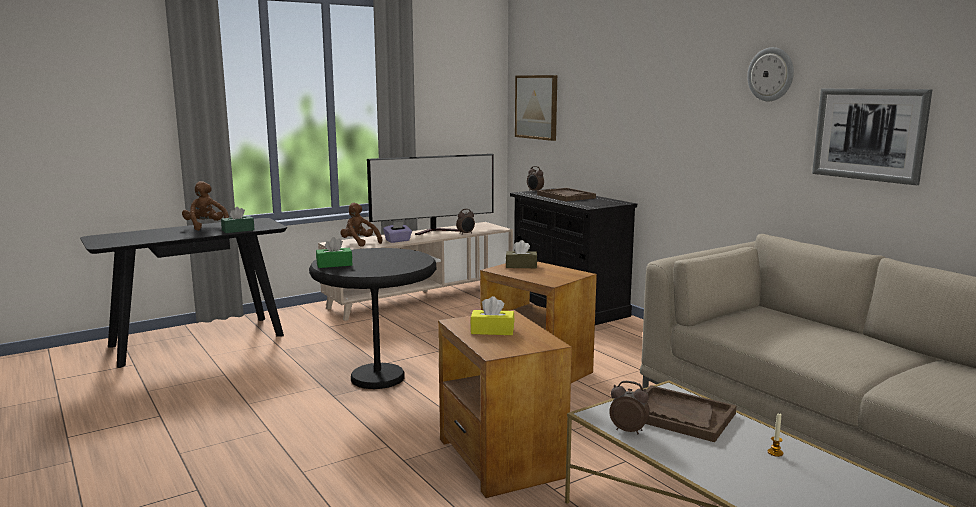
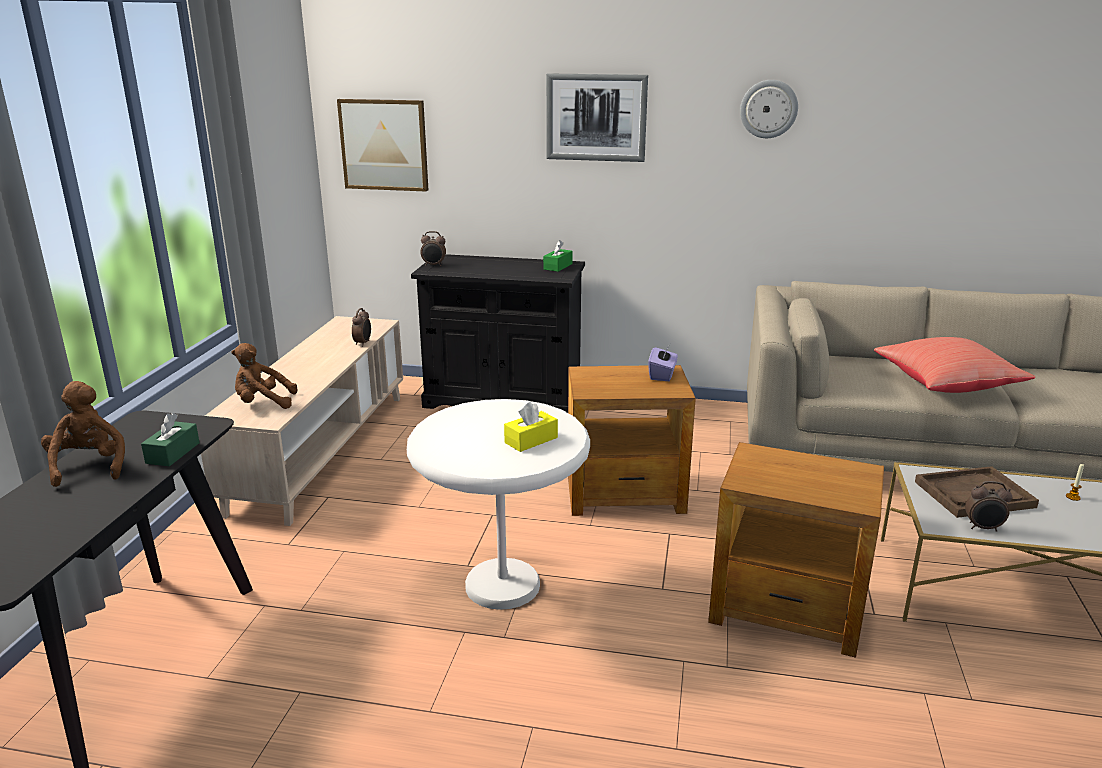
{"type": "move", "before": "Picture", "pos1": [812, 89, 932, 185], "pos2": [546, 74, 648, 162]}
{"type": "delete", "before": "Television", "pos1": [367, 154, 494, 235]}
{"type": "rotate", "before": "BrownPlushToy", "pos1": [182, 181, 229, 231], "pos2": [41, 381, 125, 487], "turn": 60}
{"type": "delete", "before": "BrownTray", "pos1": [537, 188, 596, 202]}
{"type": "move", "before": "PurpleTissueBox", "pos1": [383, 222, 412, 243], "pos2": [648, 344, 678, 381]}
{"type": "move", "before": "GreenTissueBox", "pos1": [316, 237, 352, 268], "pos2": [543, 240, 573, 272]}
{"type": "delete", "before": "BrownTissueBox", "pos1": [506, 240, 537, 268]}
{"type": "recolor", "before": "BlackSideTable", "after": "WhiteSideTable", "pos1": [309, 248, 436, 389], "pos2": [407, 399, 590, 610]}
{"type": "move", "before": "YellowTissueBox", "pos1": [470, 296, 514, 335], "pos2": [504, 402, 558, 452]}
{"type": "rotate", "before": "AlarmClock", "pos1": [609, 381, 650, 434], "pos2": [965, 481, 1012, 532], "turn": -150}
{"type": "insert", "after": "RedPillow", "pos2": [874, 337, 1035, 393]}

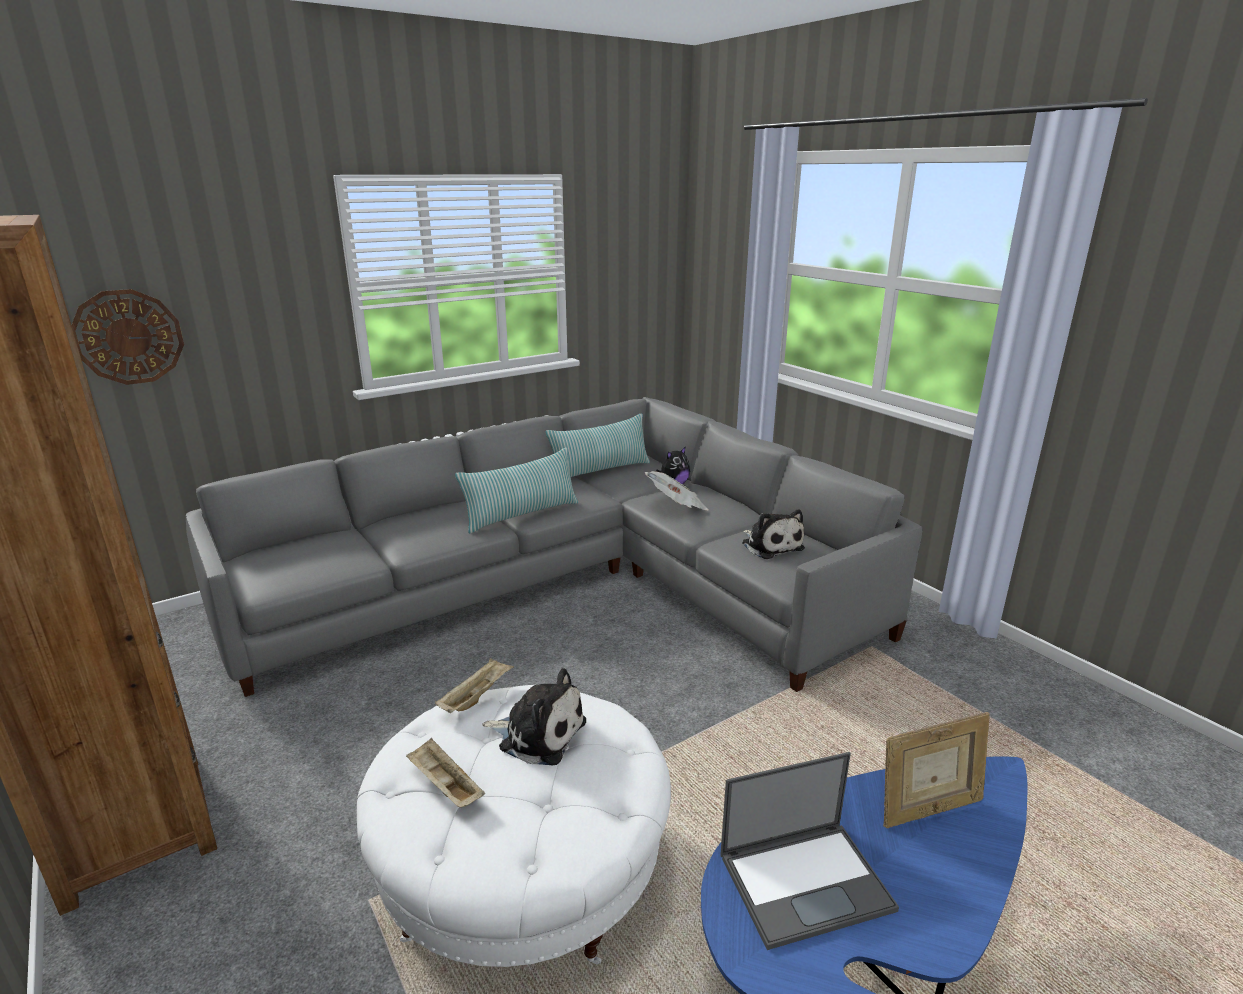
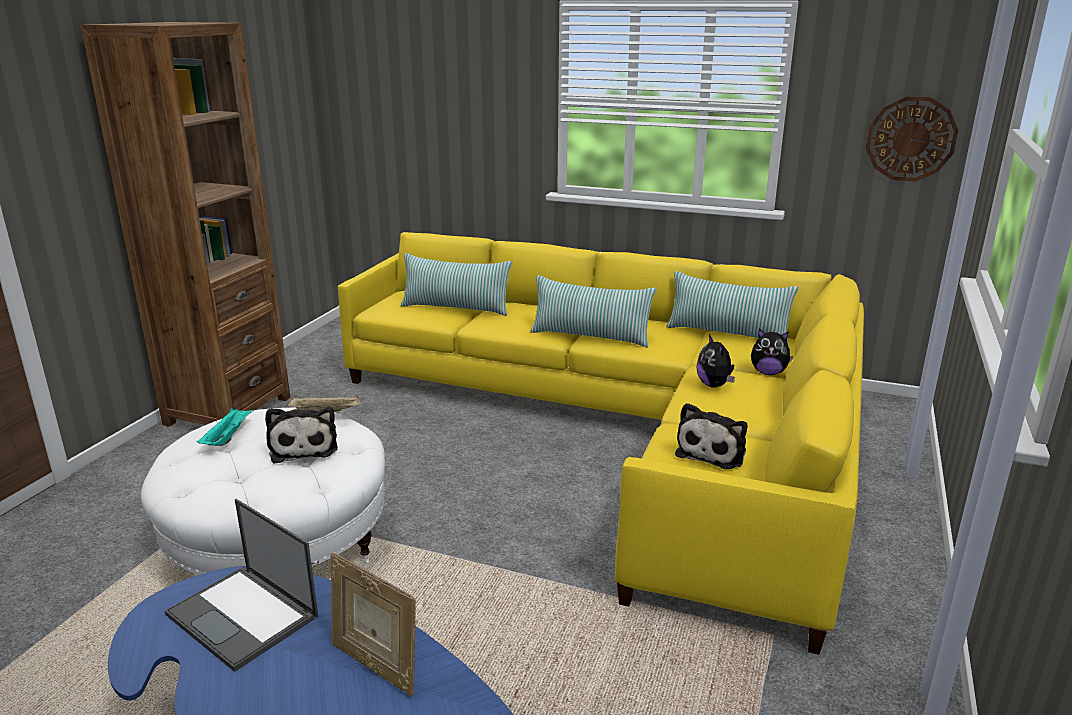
{"type": "move", "before": "WallClock", "pos1": [72, 289, 184, 385], "pos2": [866, 96, 958, 182]}
{"type": "recolor", "before": "GreySofa", "after": "YellowSofa", "pos1": [186, 397, 922, 697], "pos2": [338, 232, 864, 655]}
{"type": "replace", "before": "Newspaper", "after": "PlushToy", "pos1": [645, 471, 708, 510], "pos2": [696, 334, 735, 388]}
{"type": "recolor", "before": "BeigeTray", "after": "TurquoiseTray", "pos1": [406, 738, 485, 808], "pos2": [197, 408, 254, 446]}
{"type": "insert", "after": "Pillow", "pos2": [401, 253, 512, 316]}

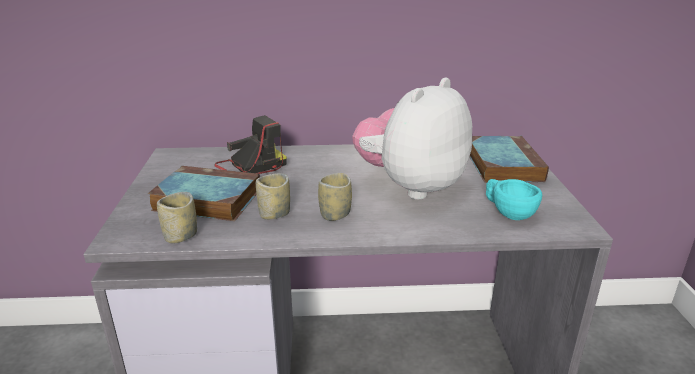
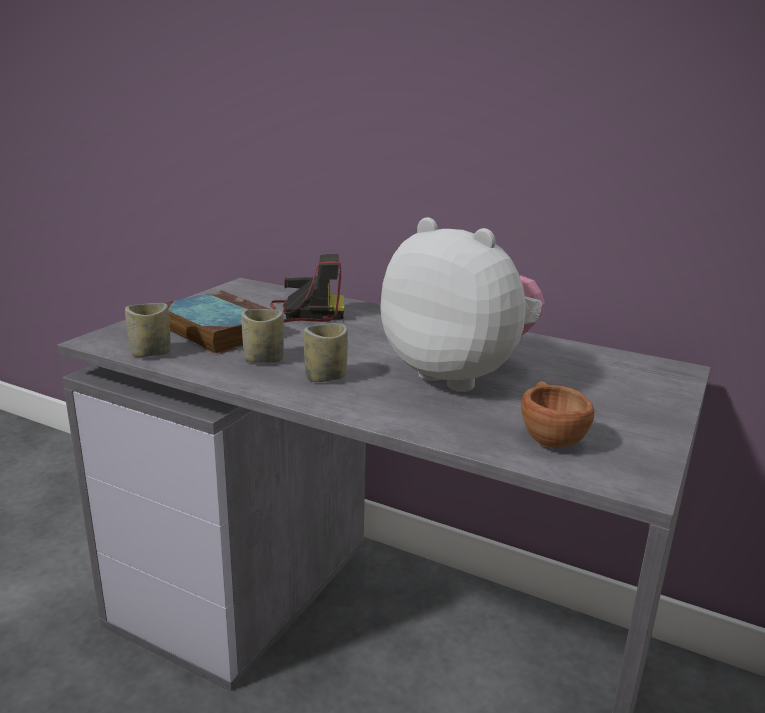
{"type": "rotate", "before": "PlushToy", "pos1": [352, 77, 472, 200], "pos2": [380, 217, 545, 392], "turn": 60}
{"type": "delete", "before": "Book", "pos1": [469, 136, 549, 183]}
{"type": "recolor", "before": "TurquoiseCup", "after": "BrownCup", "pos1": [486, 179, 542, 220], "pos2": [521, 381, 595, 448]}

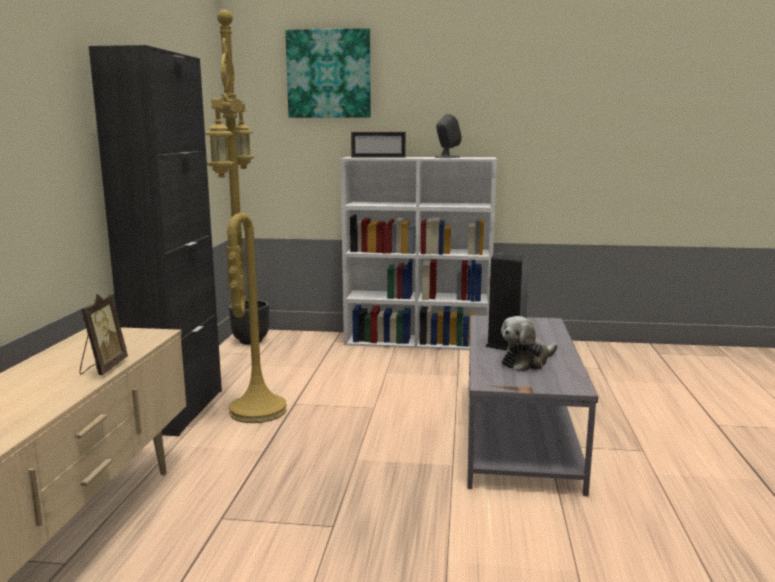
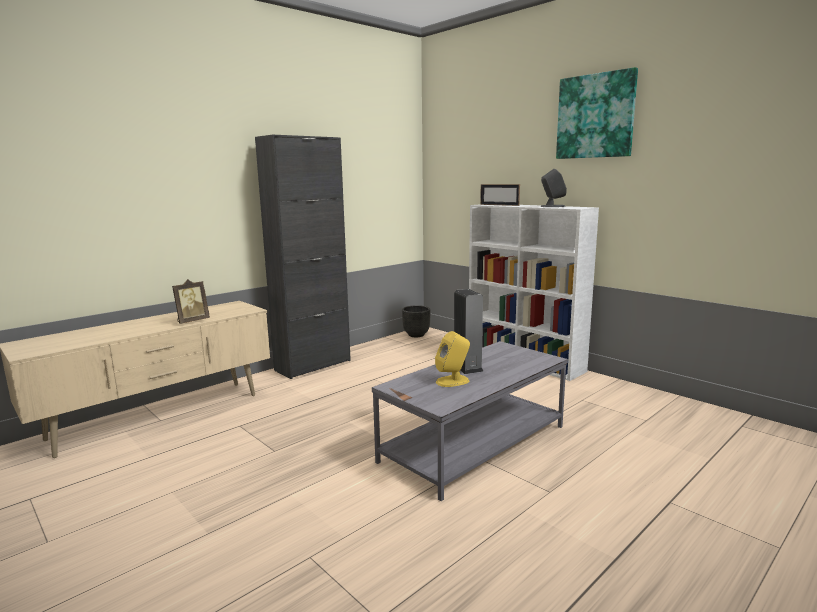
{"type": "delete", "before": "YellowFloorLamp", "pos1": [205, 9, 287, 423]}
{"type": "move", "before": "Picture", "pos1": [285, 28, 371, 118], "pos2": [556, 67, 638, 159]}
{"type": "replace", "before": "PlushToy", "after": "YellowSpeaker", "pos1": [501, 316, 557, 371], "pos2": [435, 331, 470, 387]}

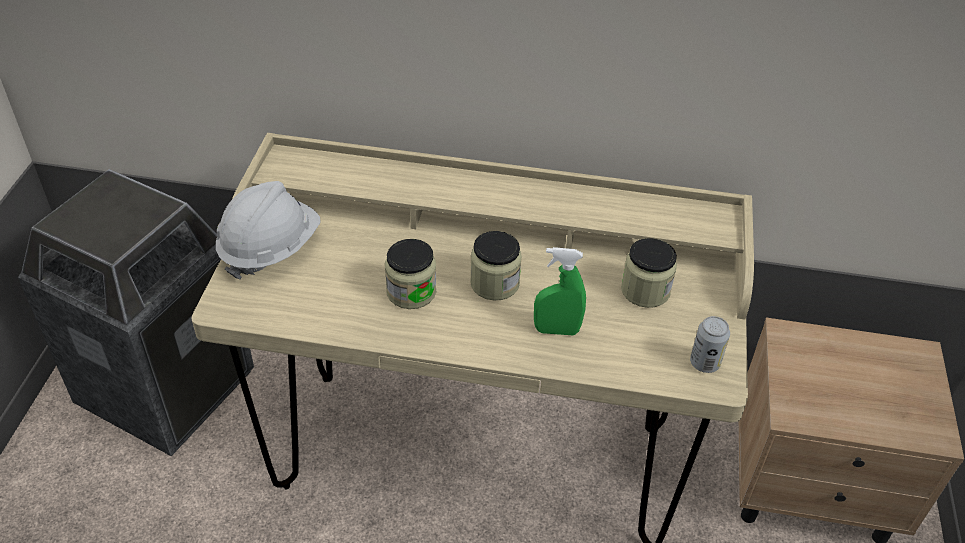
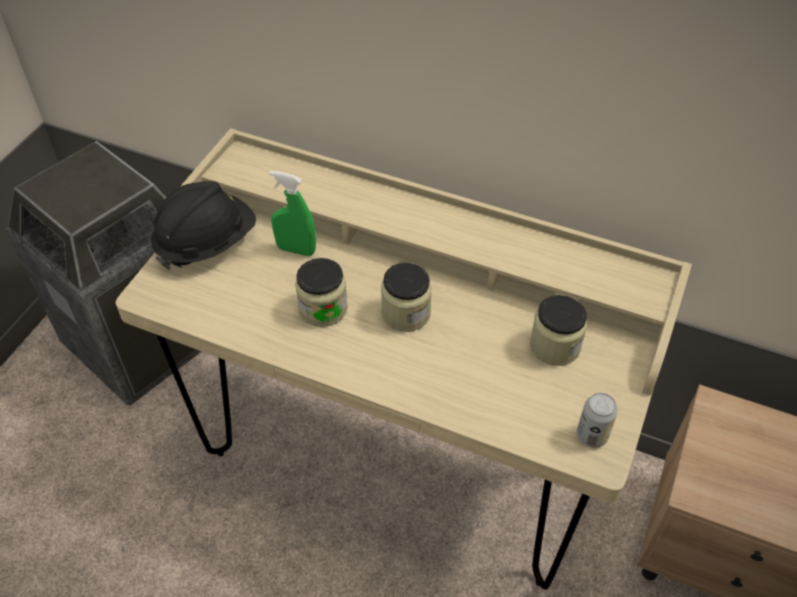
{"type": "recolor", "before": "WhiteHardHat", "after": "BlackHardHat", "pos1": [216, 181, 321, 280], "pos2": [151, 181, 256, 270]}
{"type": "move", "before": "GreenSprayBottle", "pos1": [534, 247, 586, 336], "pos2": [269, 171, 316, 256]}

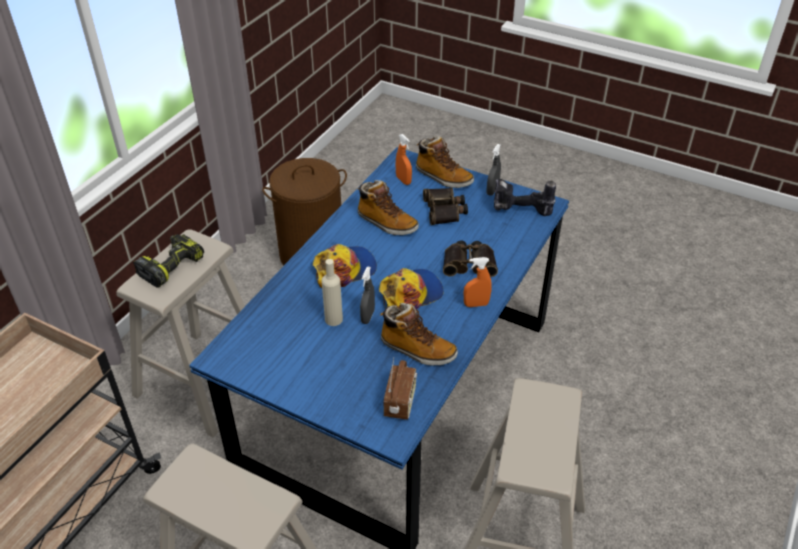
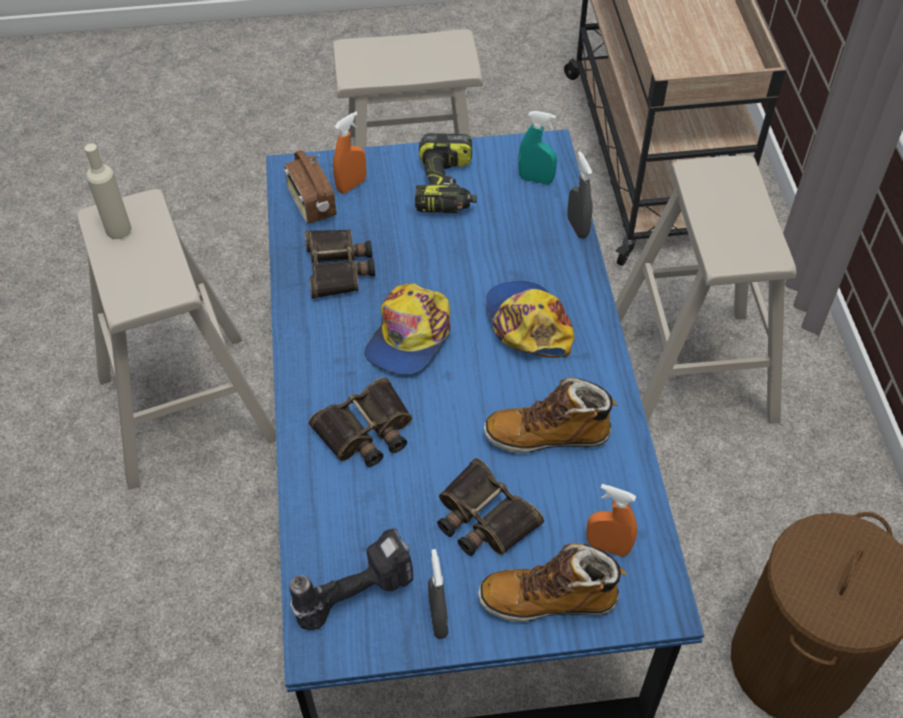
{"type": "move", "before": "PowerDrill", "pos1": [133, 234, 204, 288], "pos2": [415, 133, 477, 213]}
{"type": "rotate", "before": "Cap", "pos1": [313, 244, 377, 288], "pos2": [486, 281, 574, 358], "turn": 135}
{"type": "move", "before": "OrangeSprayBottle", "pos1": [464, 257, 492, 307], "pos2": [333, 111, 366, 194]}
{"type": "move", "before": "BeigeBottle", "pos1": [321, 259, 343, 326], "pos2": [85, 143, 131, 239]}
{"type": "move", "before": "GreySprayBottle", "pos1": [360, 266, 375, 324], "pos2": [567, 151, 593, 239]}
{"type": "replace", "before": "Boot", "after": "Binoculars", "pos1": [381, 303, 458, 366], "pos2": [304, 229, 375, 299]}
{"type": "insert", "after": "TurquoiseSprayBottle", "pos2": [518, 111, 557, 184]}

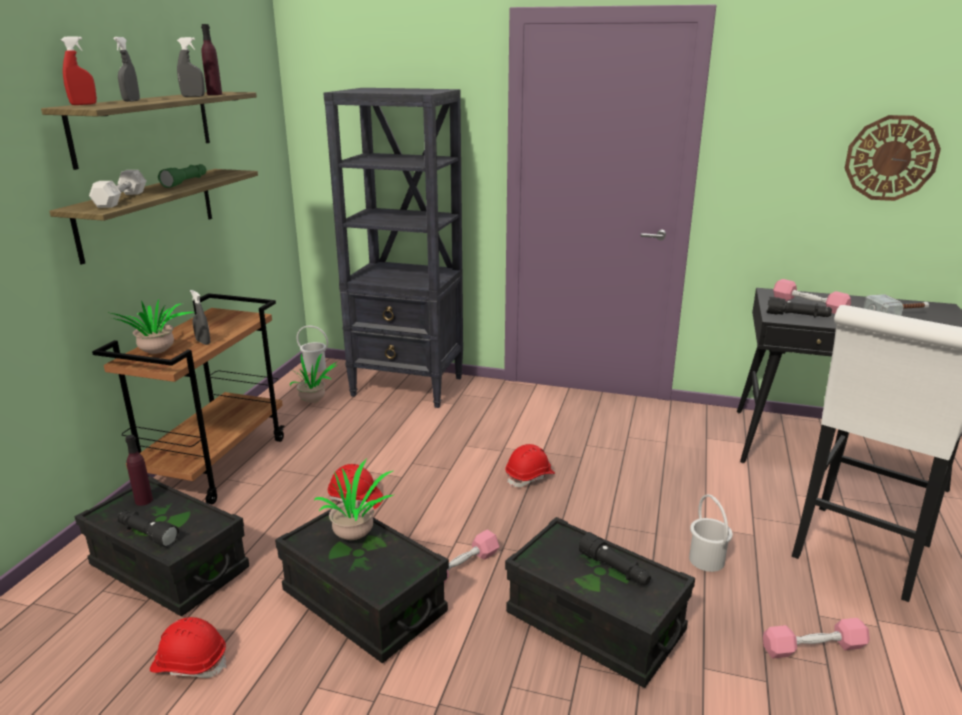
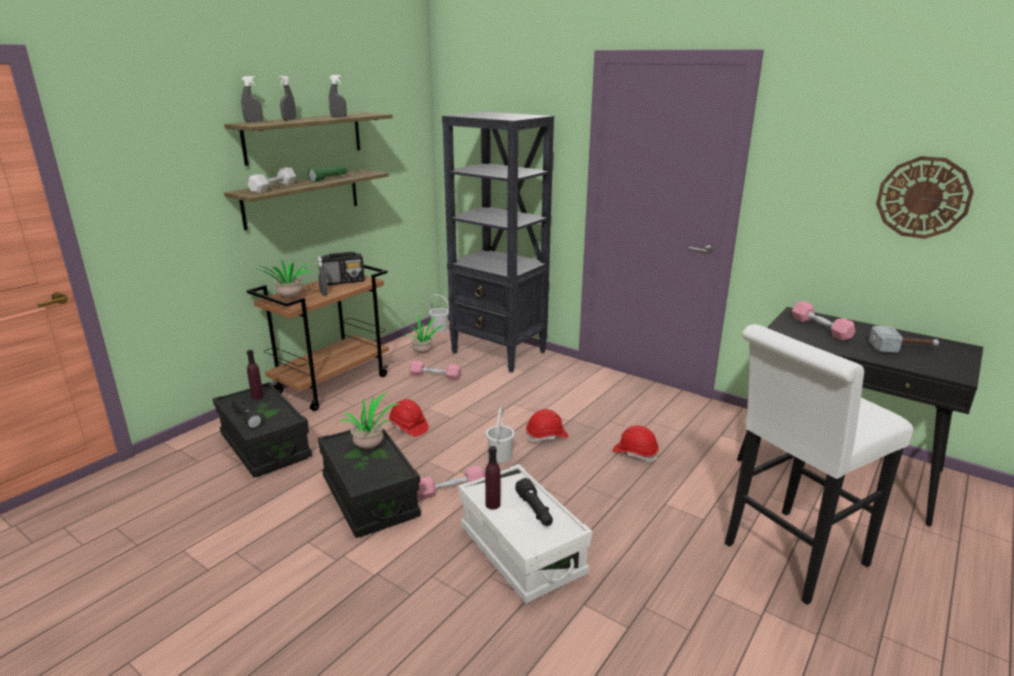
{"type": "move", "before": "PurpleBottle", "pos1": [201, 24, 222, 95], "pos2": [485, 446, 501, 510]}
{"type": "recolor", "before": "RedSprayBottle", "after": "GreySprayBottle", "pos1": [61, 36, 97, 105], "pos2": [241, 76, 263, 122]}
{"type": "delete", "before": "BlackFlashlight", "pos1": [767, 297, 832, 318]}
{"type": "move", "before": "WhiteBucket", "pos1": [689, 494, 733, 572], "pos2": [486, 407, 515, 463]}
{"type": "recolor", "before": "BlackStorageBox", "after": "WhiteStorageBox", "pos1": [505, 517, 695, 688], "pos2": [458, 464, 592, 604]}
{"type": "move", "before": "RedHardHat", "pos1": [150, 617, 227, 678], "pos2": [613, 426, 659, 462]}
{"type": "move", "before": "PinkDumbbell", "pos1": [763, 618, 870, 658], "pos2": [409, 361, 461, 380]}
{"type": "insert", "after": "Radio", "pos2": [320, 252, 364, 285]}

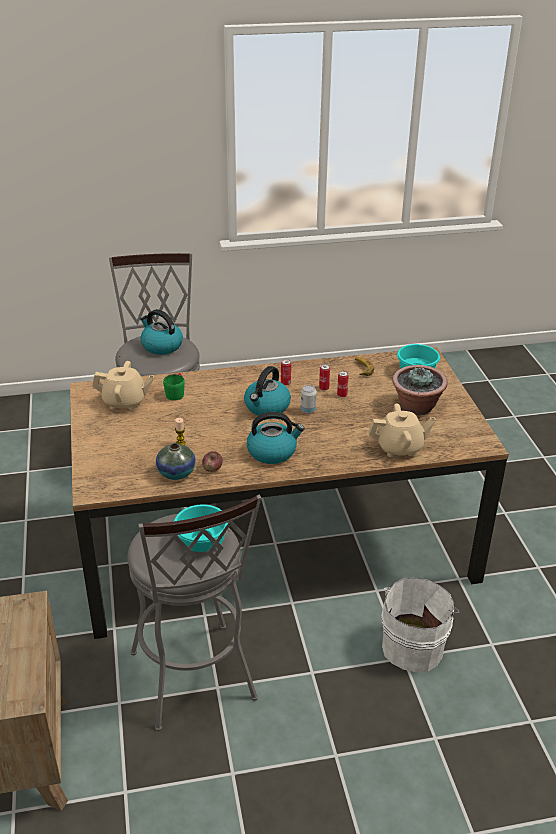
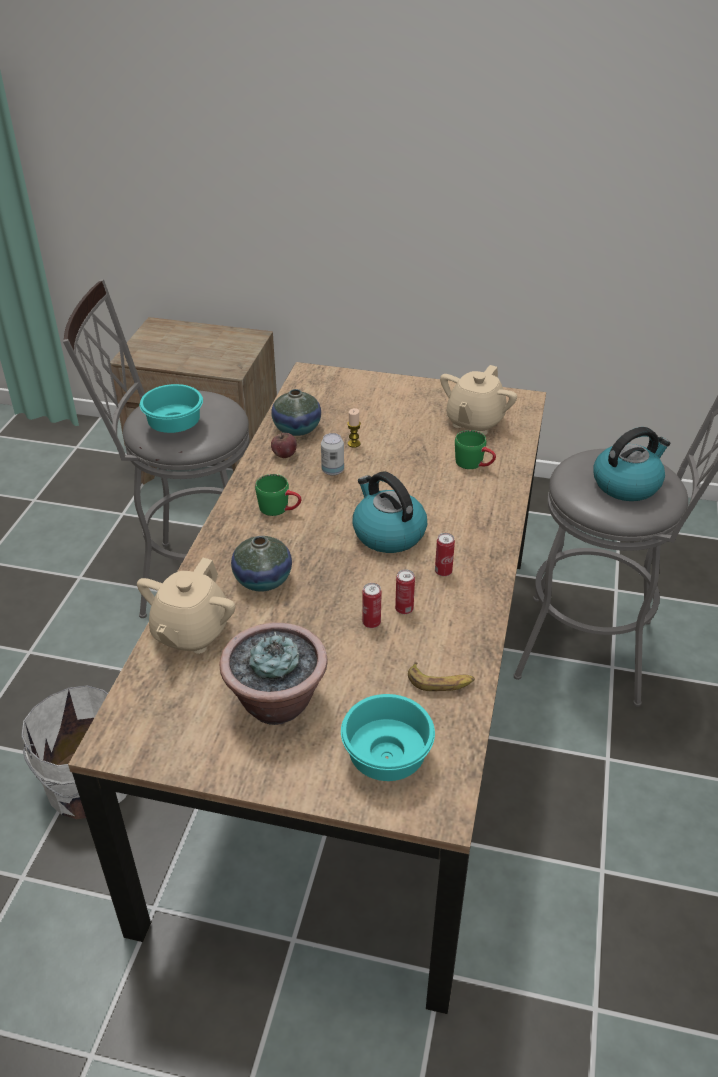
{"type": "move", "before": "Can", "pos1": [301, 385, 317, 414], "pos2": [321, 433, 344, 476]}
{"type": "replace", "before": "Kettle", "after": "GreenMug", "pos1": [247, 412, 305, 464], "pos2": [255, 474, 301, 516]}
{"type": "insert", "after": "Vase", "pos2": [231, 536, 292, 591]}

